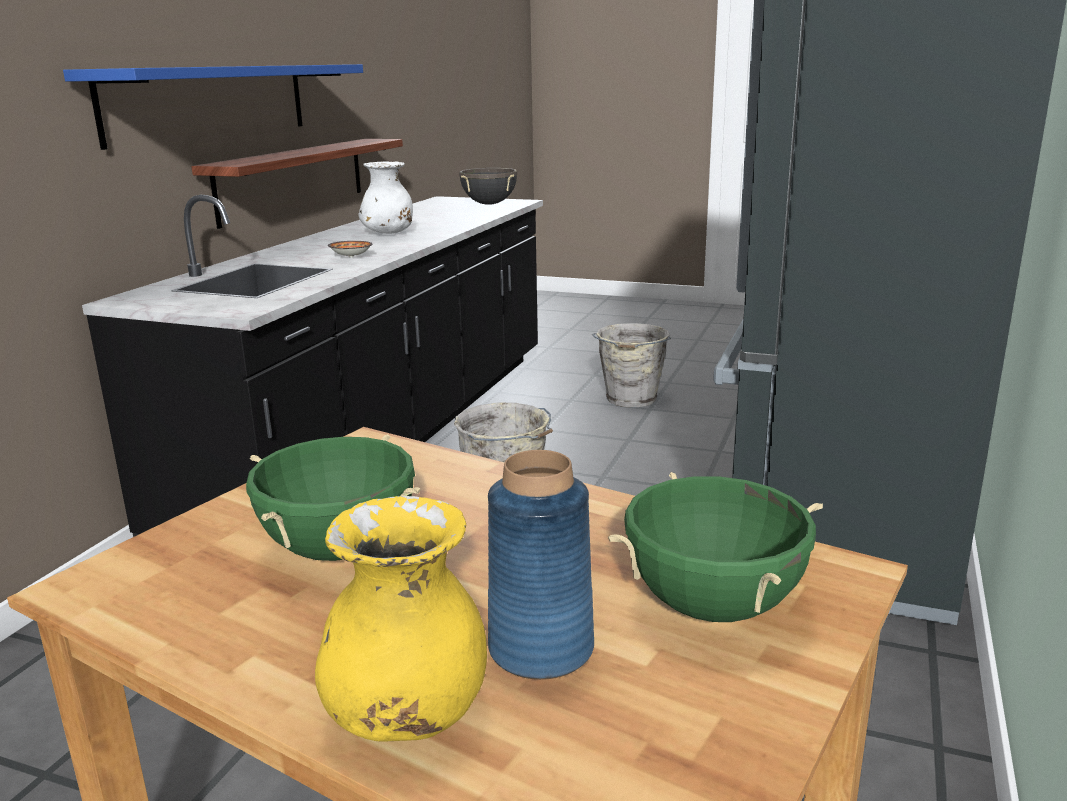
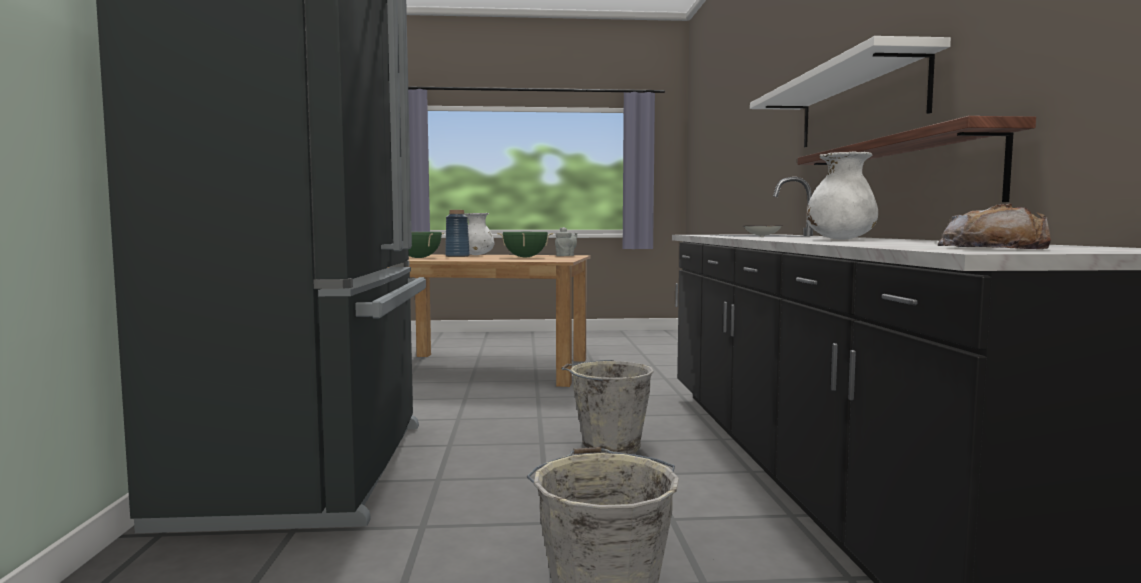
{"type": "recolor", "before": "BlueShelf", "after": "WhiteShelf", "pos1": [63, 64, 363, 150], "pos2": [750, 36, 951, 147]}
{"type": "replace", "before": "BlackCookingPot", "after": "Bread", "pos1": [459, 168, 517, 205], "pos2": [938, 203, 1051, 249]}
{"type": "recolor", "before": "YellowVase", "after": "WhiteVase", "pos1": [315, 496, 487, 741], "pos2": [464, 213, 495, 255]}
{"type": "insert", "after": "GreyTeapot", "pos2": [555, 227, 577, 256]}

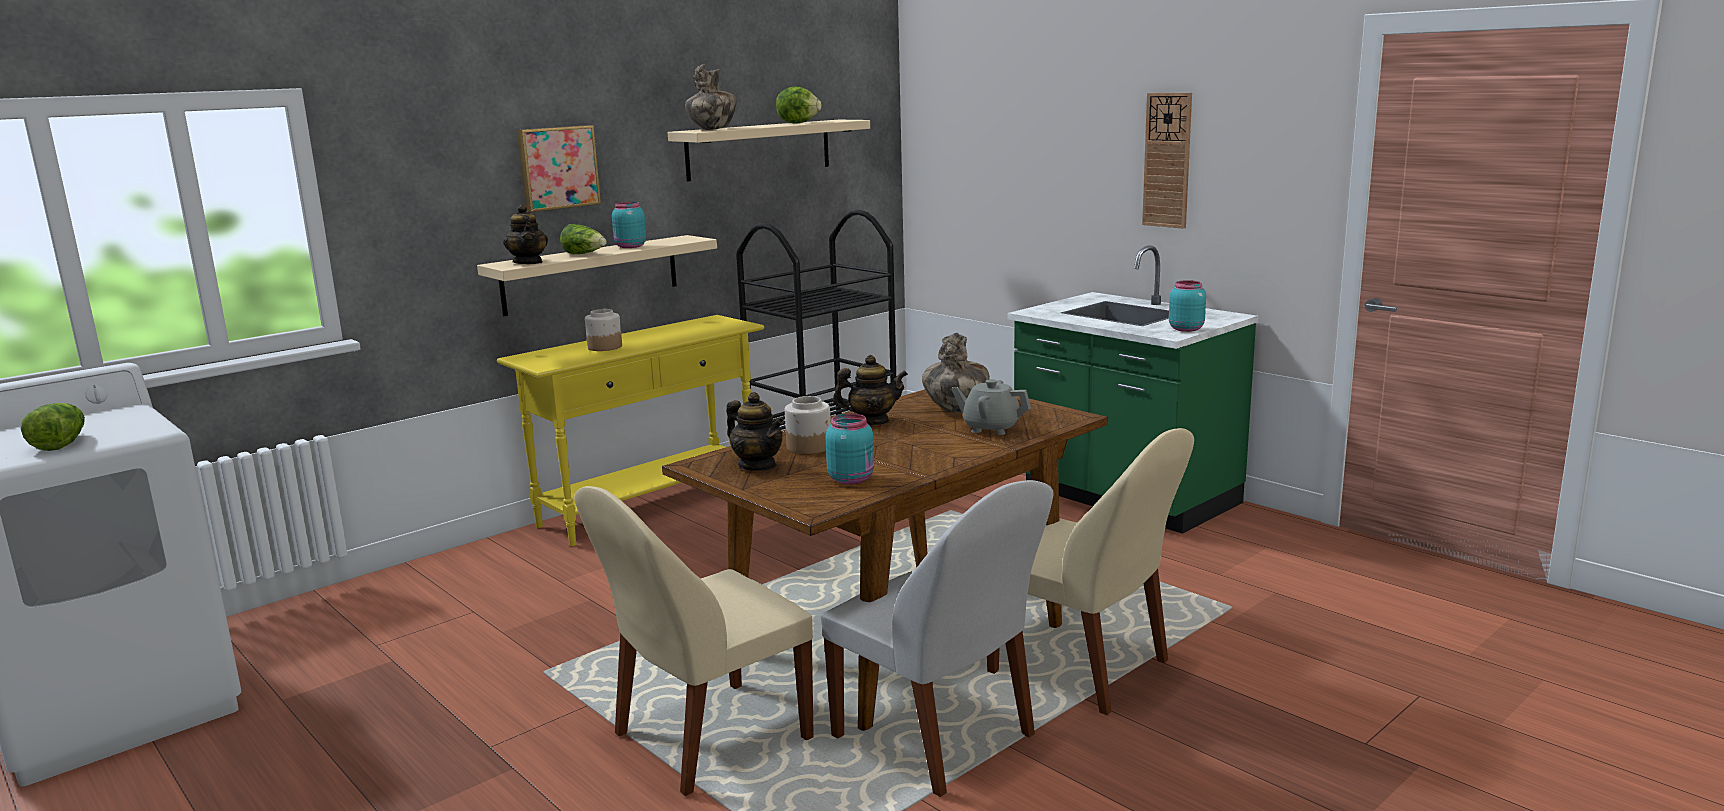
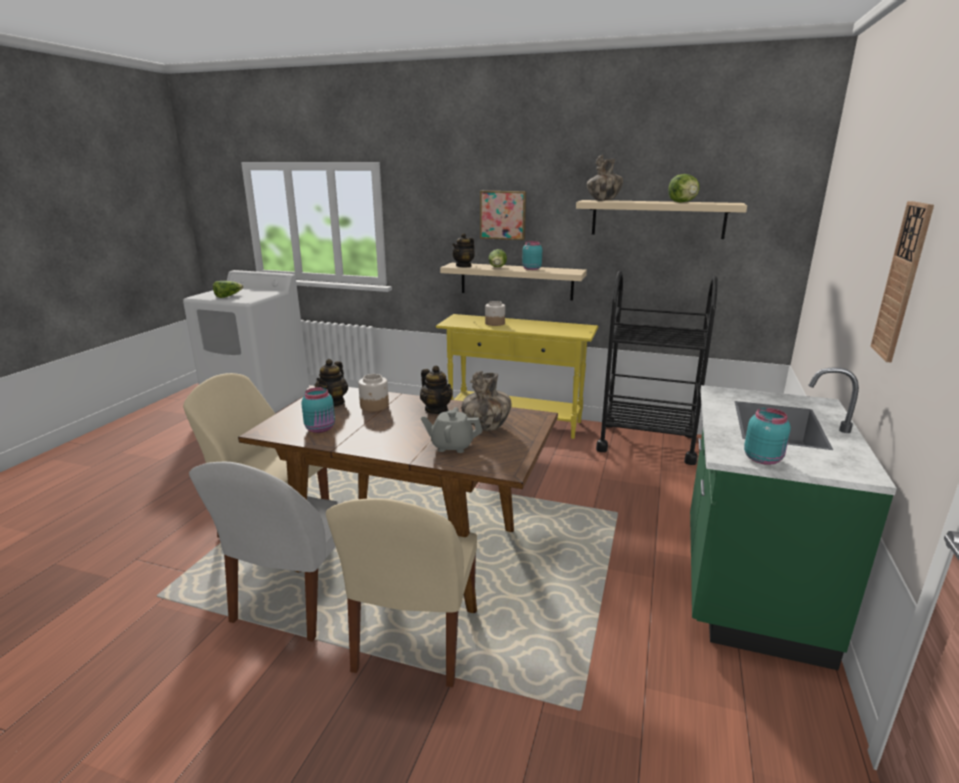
{"type": "rotate", "before": "GreyTeapot", "pos1": [951, 379, 1031, 435], "pos2": [421, 407, 483, 453], "turn": -75}

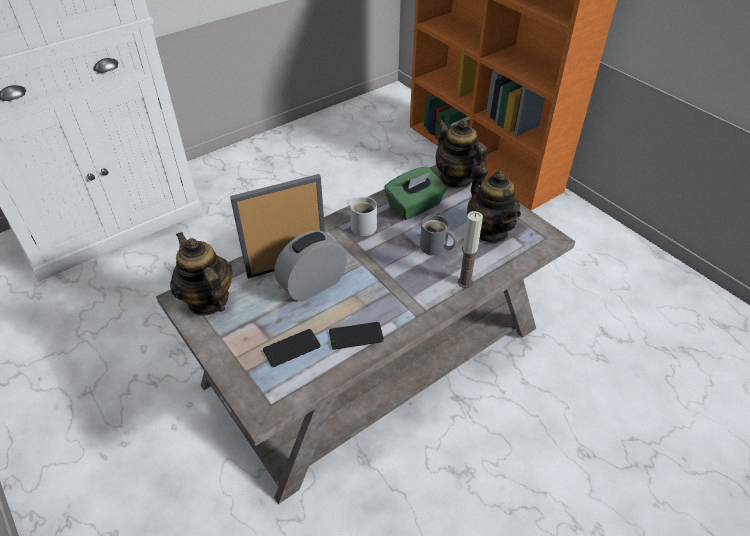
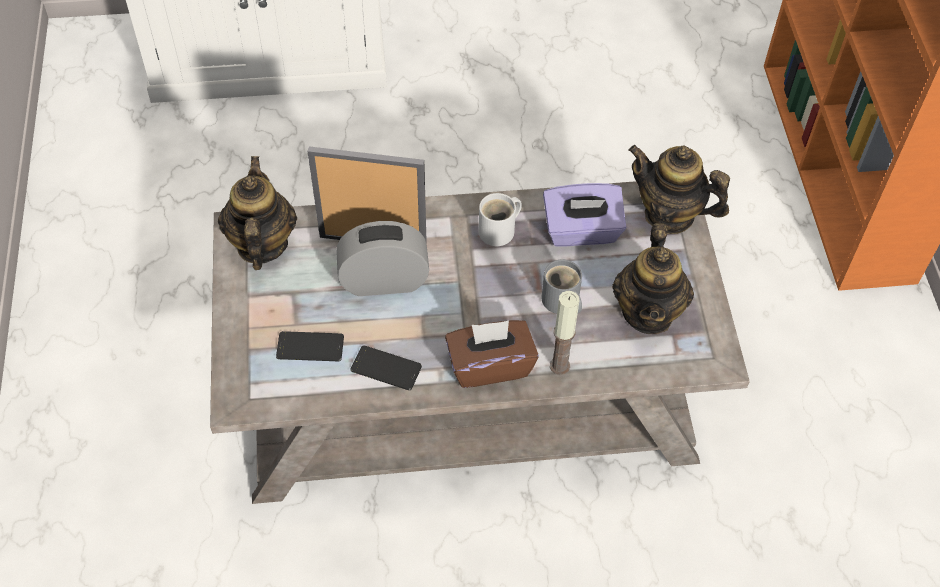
{"type": "rotate", "before": "Teapot", "pos1": [436, 119, 487, 188], "pos2": [628, 145, 730, 234], "turn": -60}
{"type": "recolor", "before": "GreenTissueBox", "after": "PurpleTissueBox", "pos1": [384, 167, 447, 220], "pos2": [543, 183, 626, 247]}
{"type": "insert", "after": "BrownTissueBox", "pos2": [445, 320, 539, 388]}

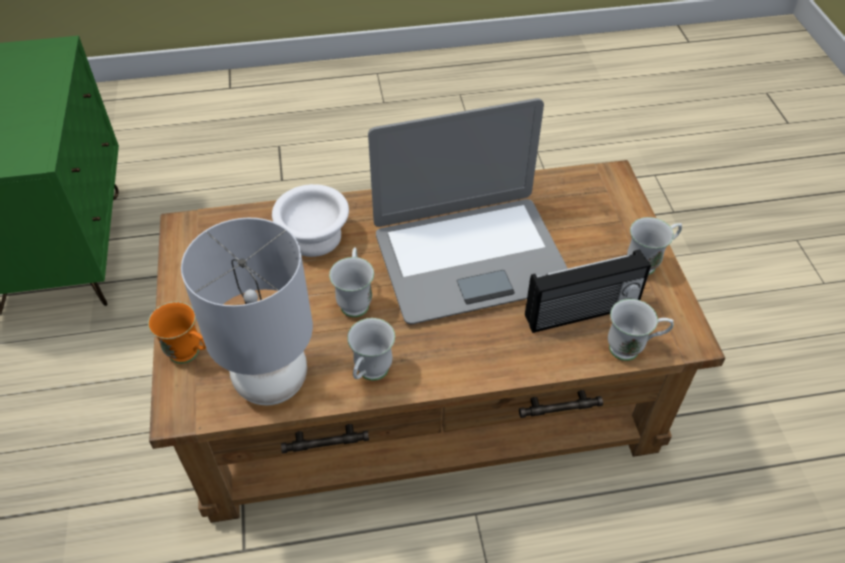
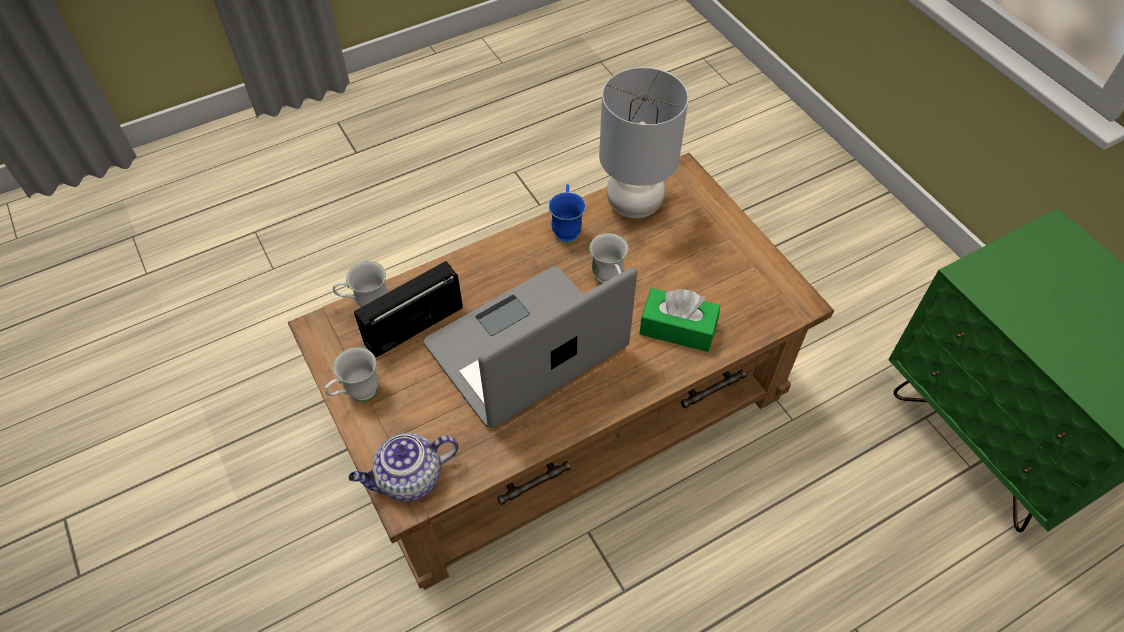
{"type": "replace", "before": "WhiteBowl", "after": "GreenTissueBox", "pos1": [272, 184, 349, 257], "pos2": [639, 288, 720, 352]}
{"type": "delete", "before": "OrangeMug", "pos1": [148, 301, 206, 364]}
{"type": "recolor", "before": "WhiteMug", "after": "BlueMug", "pos1": [347, 318, 395, 381], "pos2": [548, 184, 586, 243]}
{"type": "insert", "after": "Teapot", "pos2": [348, 433, 459, 502]}

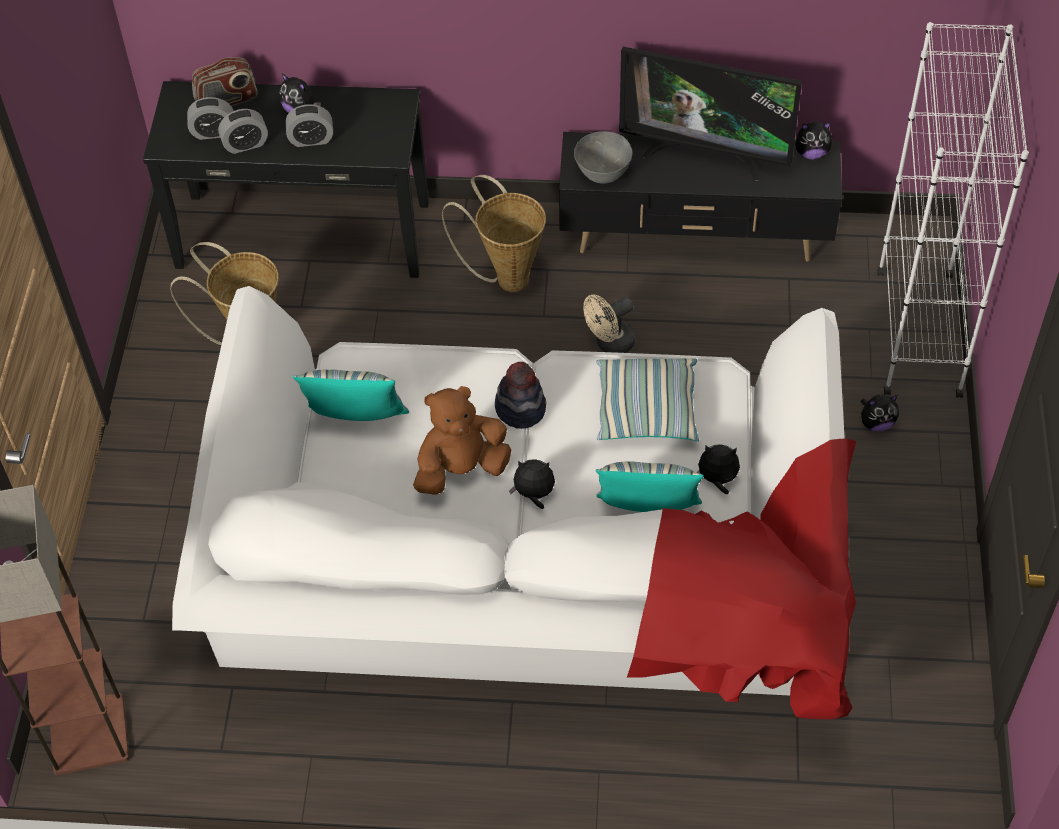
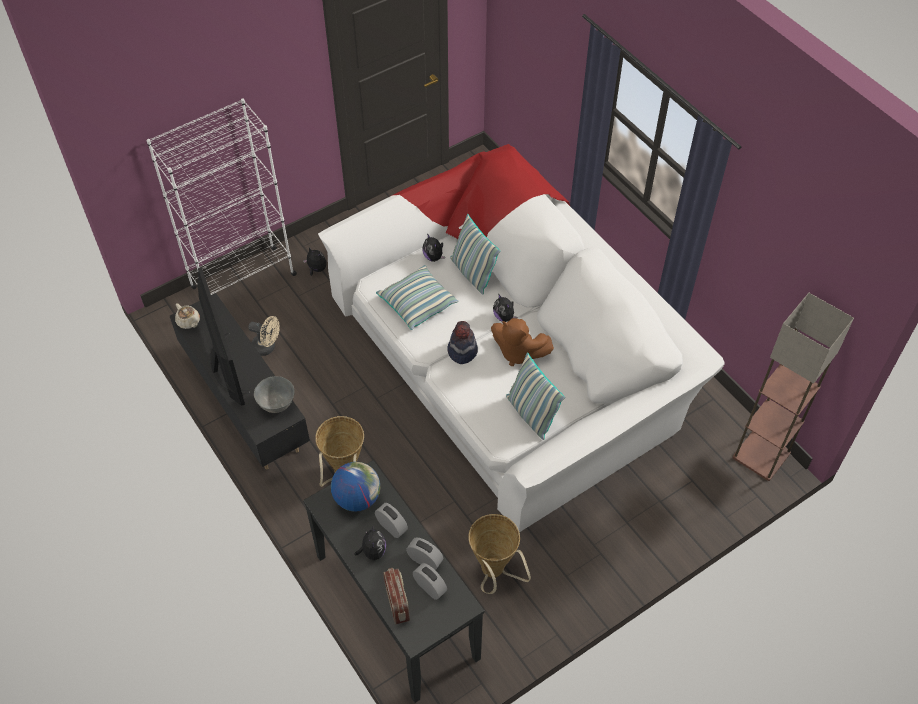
{"type": "rotate", "before": "Radio", "pos1": [192, 57, 257, 106], "pos2": [383, 568, 410, 625], "turn": 45}
{"type": "replace", "before": "PlushToy", "after": "BeigeTeapot", "pos1": [795, 121, 833, 159], "pos2": [175, 303, 200, 329]}
{"type": "move", "before": "BeigeFan", "pos1": [583, 294, 635, 353], "pos2": [248, 316, 279, 356]}
{"type": "insert", "after": "Globe", "pos2": [331, 462, 380, 512]}

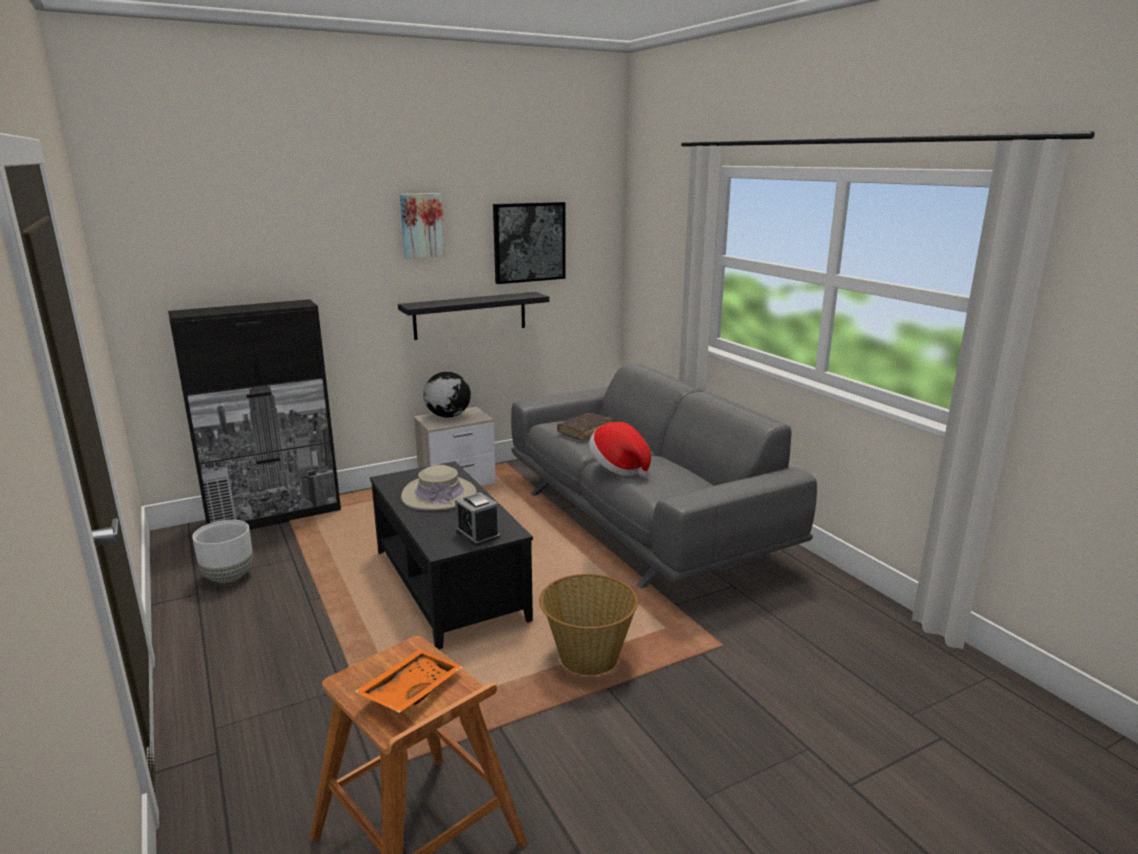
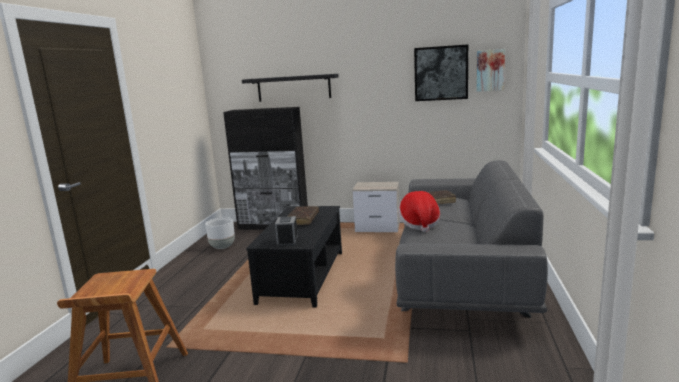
{"type": "move", "before": "Picture", "pos1": [400, 193, 445, 259], "pos2": [476, 49, 505, 92]}
{"type": "move", "before": "BlackShelf", "pos1": [398, 292, 549, 340], "pos2": [242, 74, 339, 102]}
{"type": "delete", "before": "Globe", "pos1": [423, 372, 471, 418]}
{"type": "replace", "before": "BeigeHat", "after": "BrownBook", "pos1": [401, 465, 477, 511], "pos2": [287, 206, 319, 225]}
{"type": "delete", "before": "Basket", "pos1": [539, 574, 638, 675]}
{"type": "delete", "before": "OrangeTray", "pos1": [354, 649, 463, 713]}

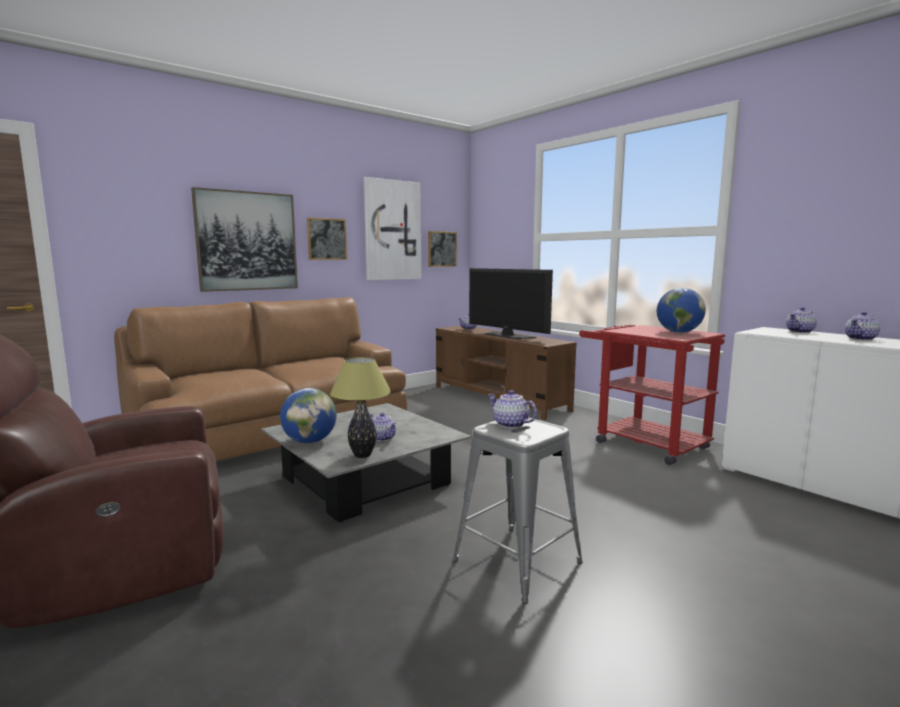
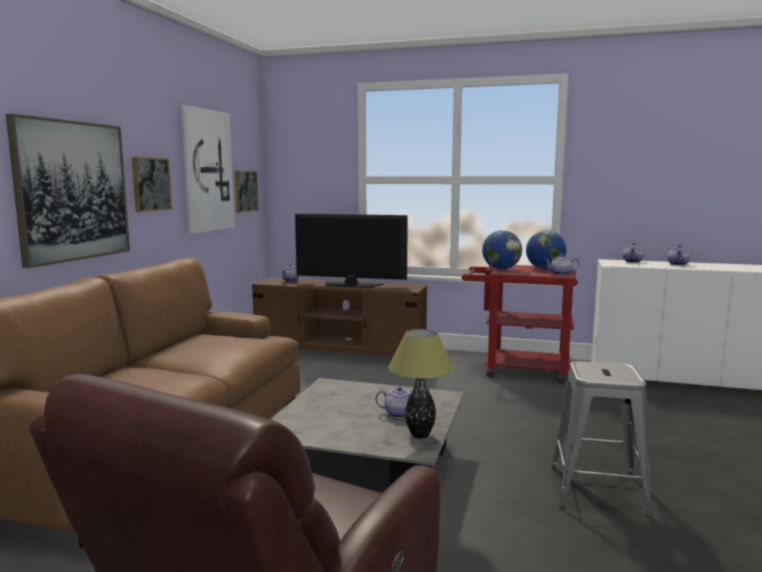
{"type": "move", "before": "Globe", "pos1": [280, 388, 337, 443], "pos2": [482, 230, 522, 269]}
{"type": "move", "before": "Teapot", "pos1": [488, 390, 537, 428], "pos2": [545, 254, 579, 275]}

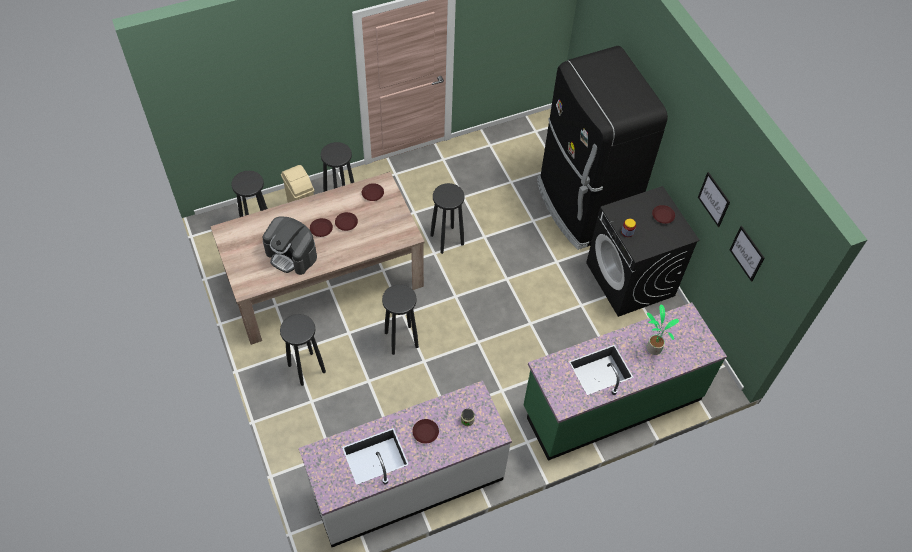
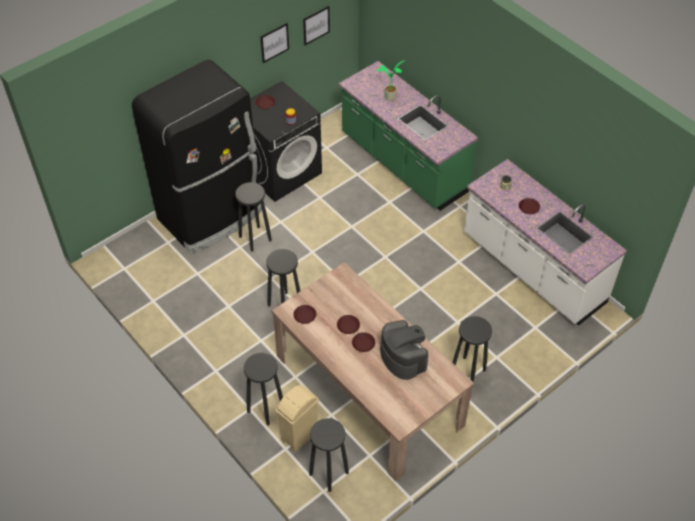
{"type": "rotate", "before": "CoffeeMachine", "pos1": [262, 216, 317, 275], "pos2": [380, 320, 428, 380], "turn": -45}
{"type": "move", "before": "BlackStool", "pos1": [382, 284, 419, 355], "pos2": [235, 182, 272, 251]}

